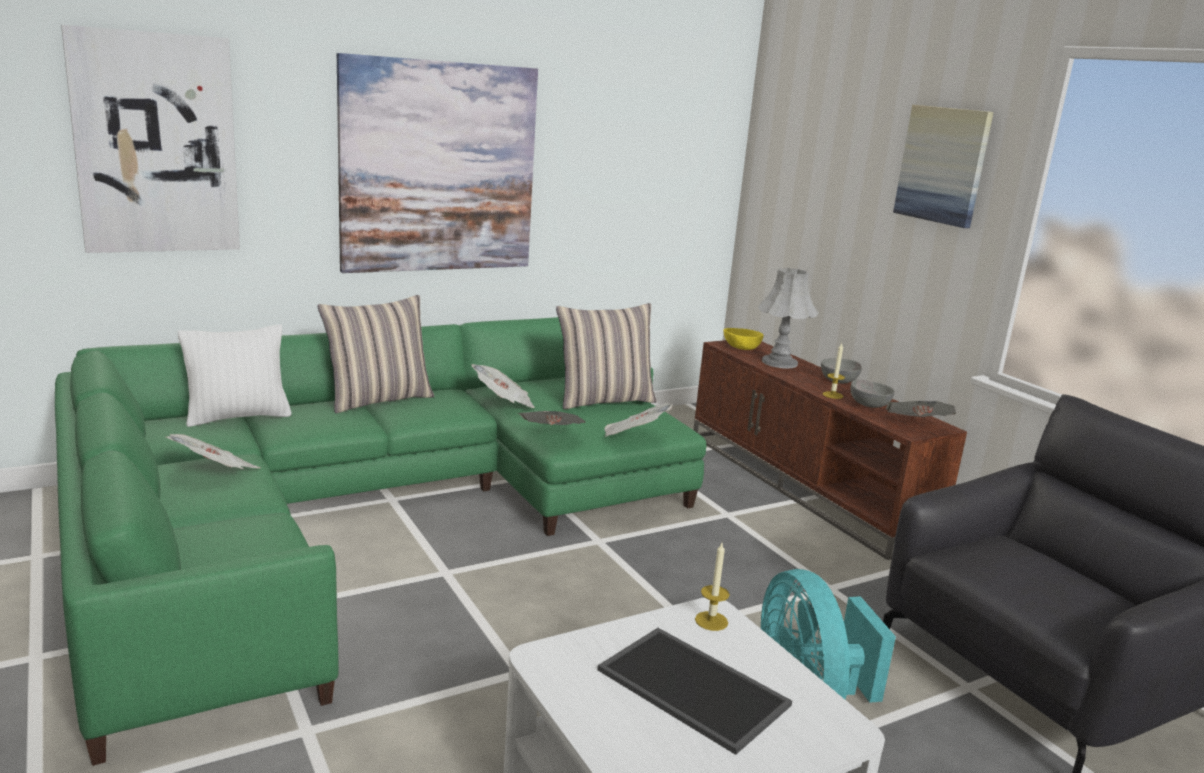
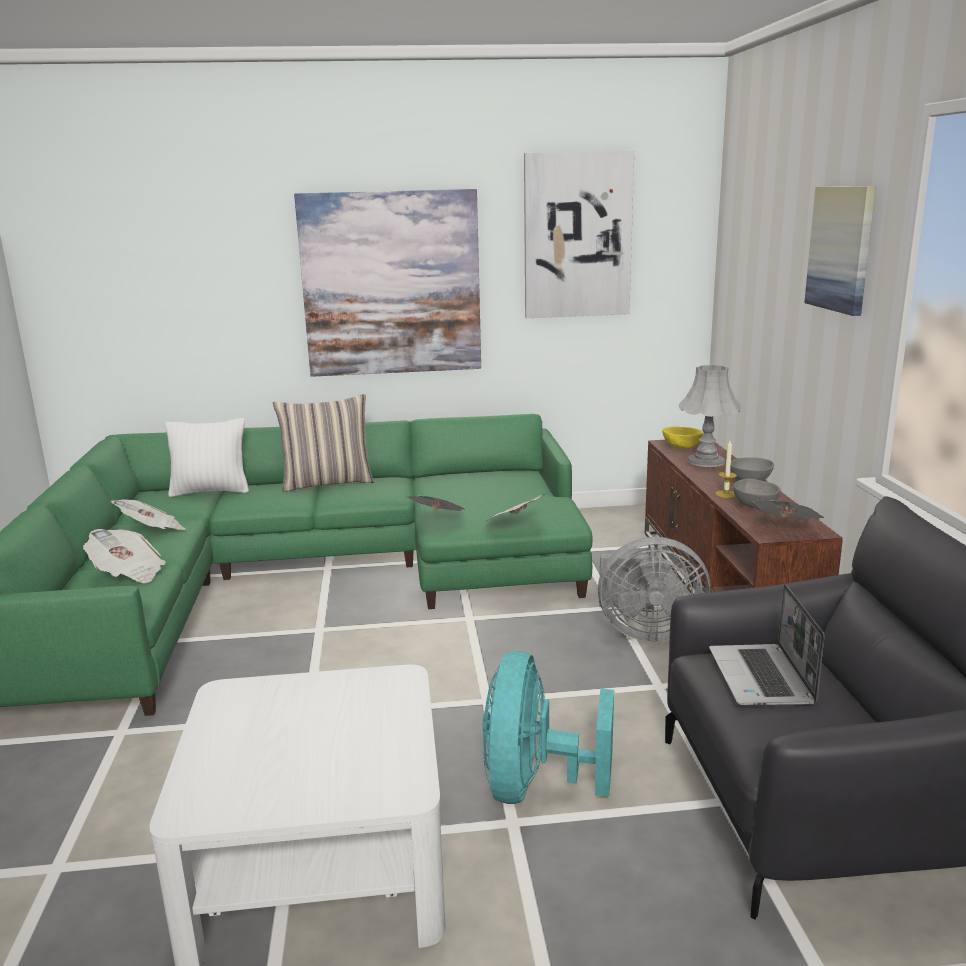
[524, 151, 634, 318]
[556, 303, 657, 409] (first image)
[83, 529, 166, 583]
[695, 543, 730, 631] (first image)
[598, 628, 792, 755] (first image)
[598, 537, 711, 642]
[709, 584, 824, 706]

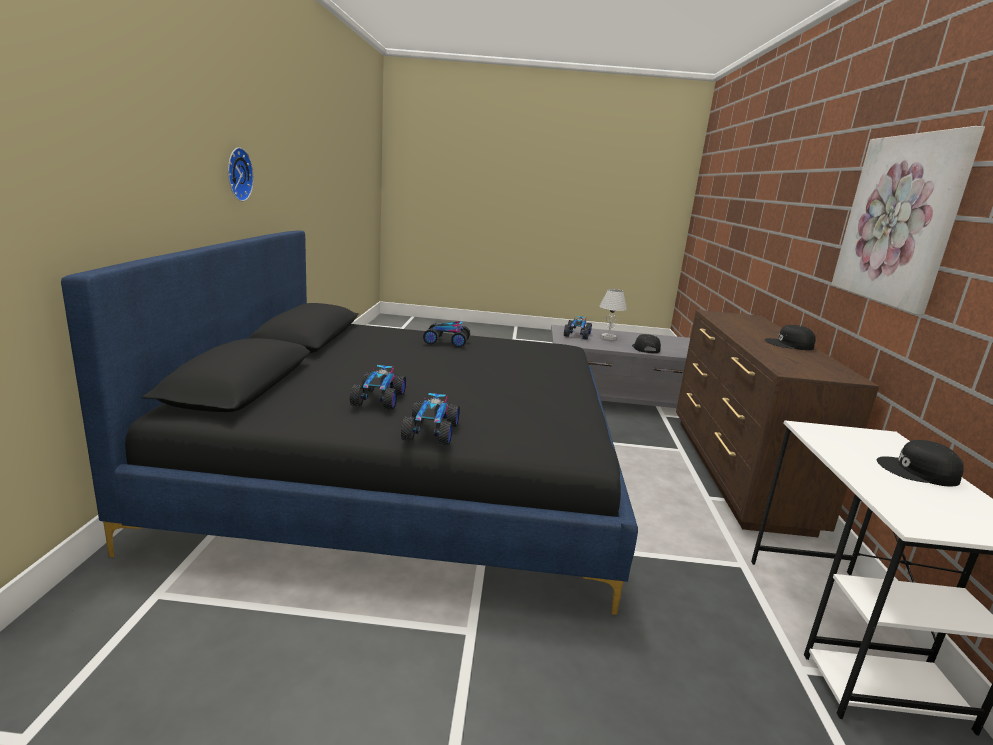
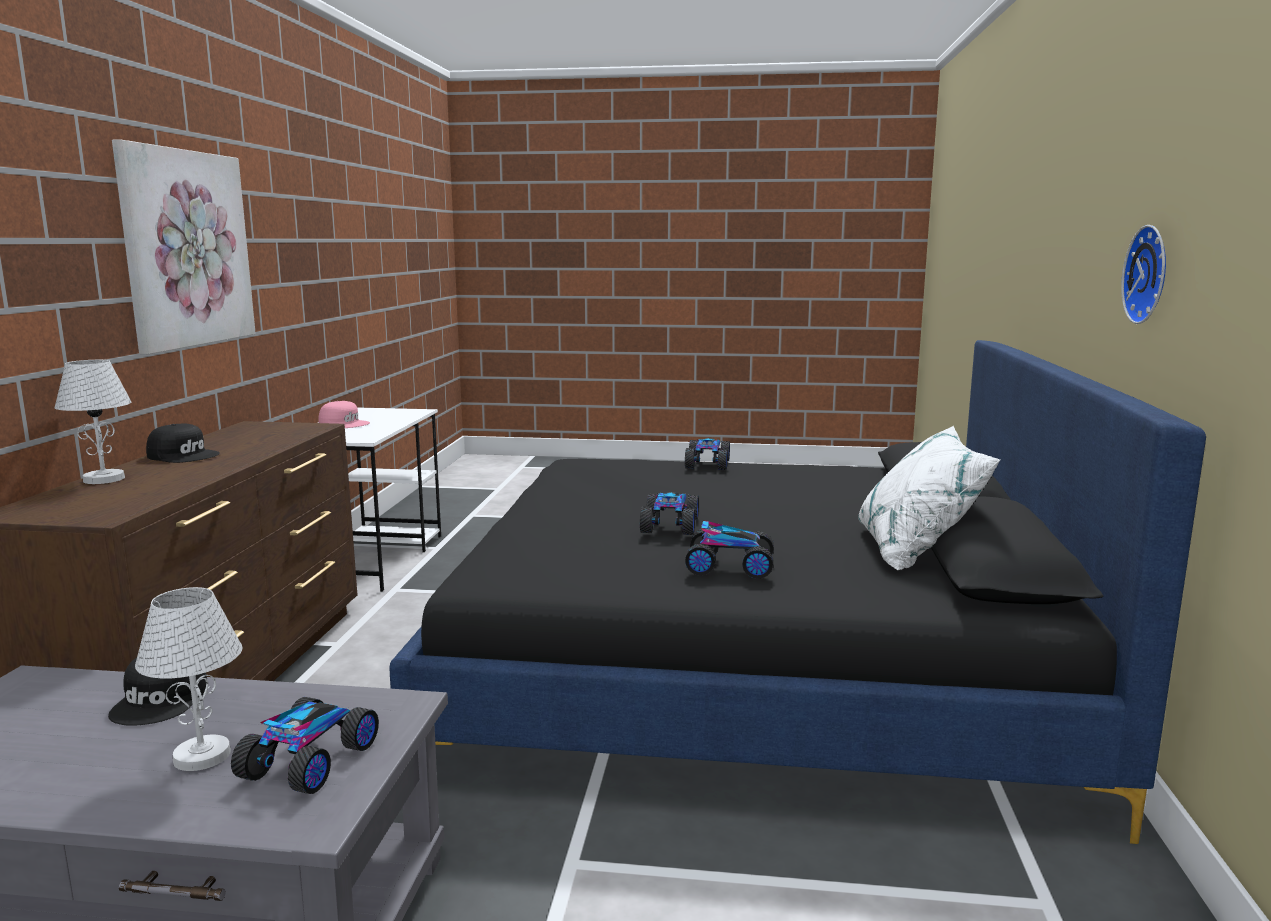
[640, 492, 699, 535]
[318, 401, 370, 428]
[54, 360, 131, 484]
[858, 426, 1000, 571]

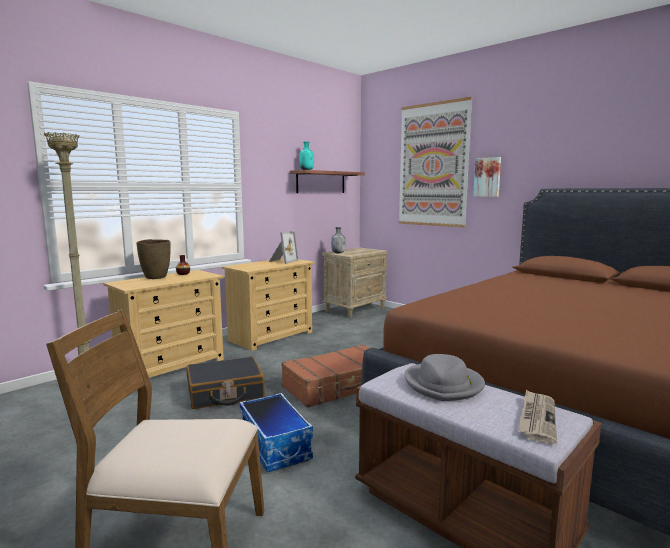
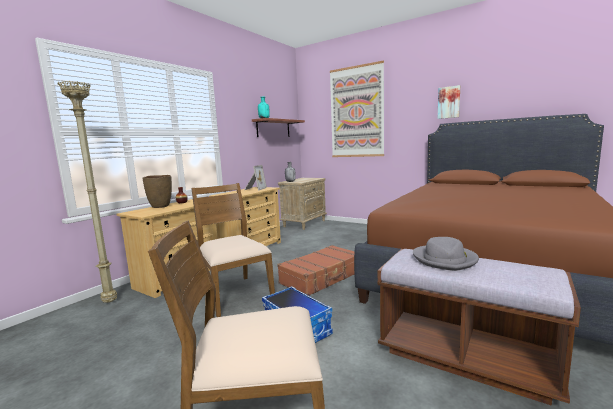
[438, 85, 460, 119]
[191, 183, 275, 317]
[518, 389, 557, 444] (first image)

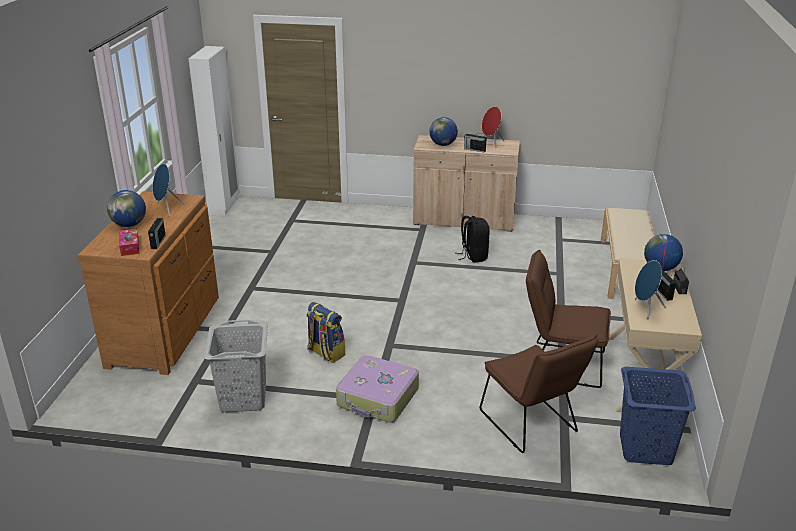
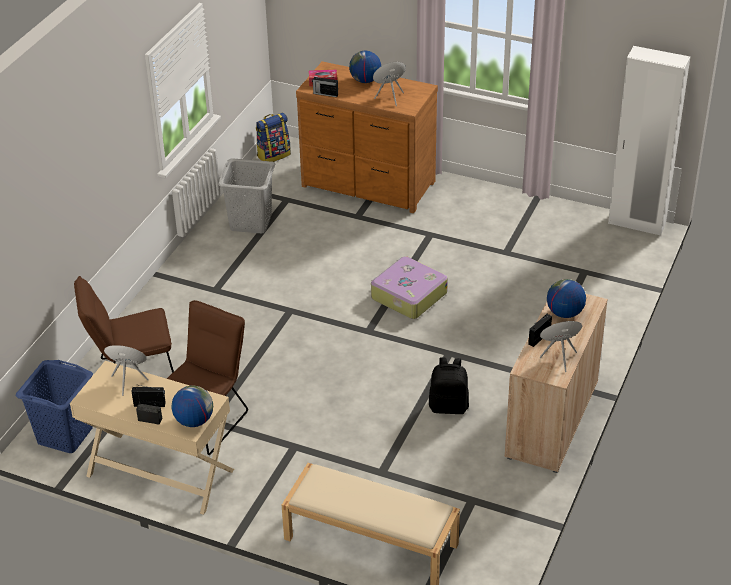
[256, 113, 291, 162]
[371, 256, 448, 319]

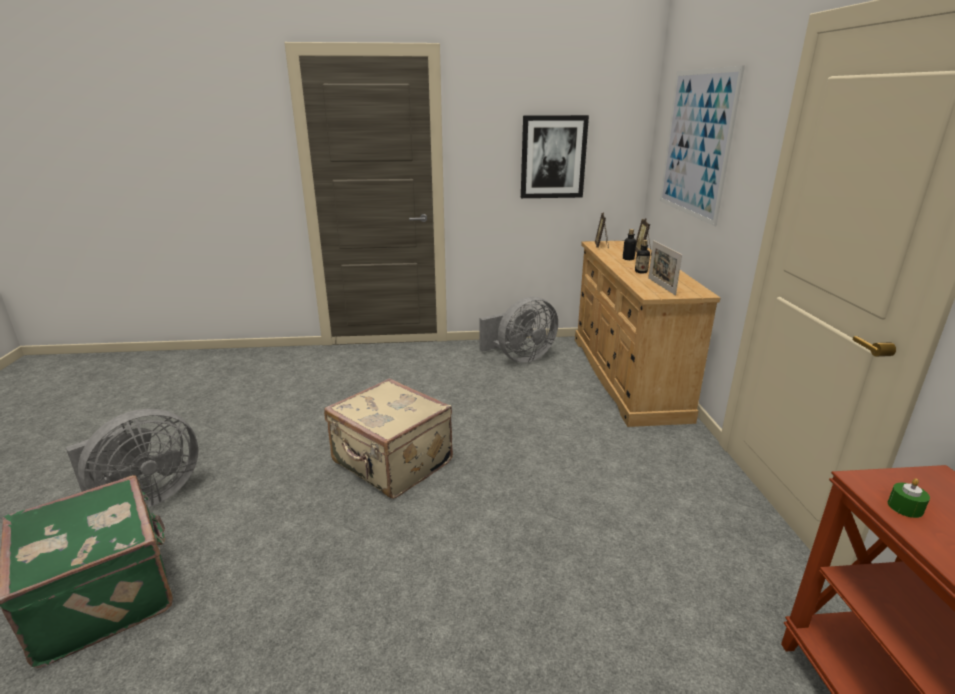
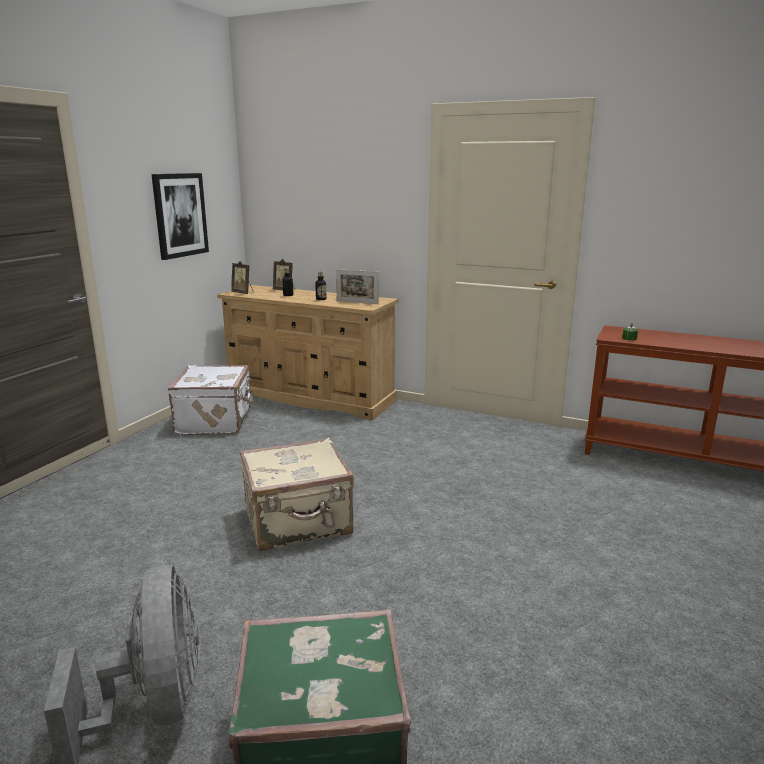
[660, 65, 745, 226] (first image)
[168, 365, 254, 435]

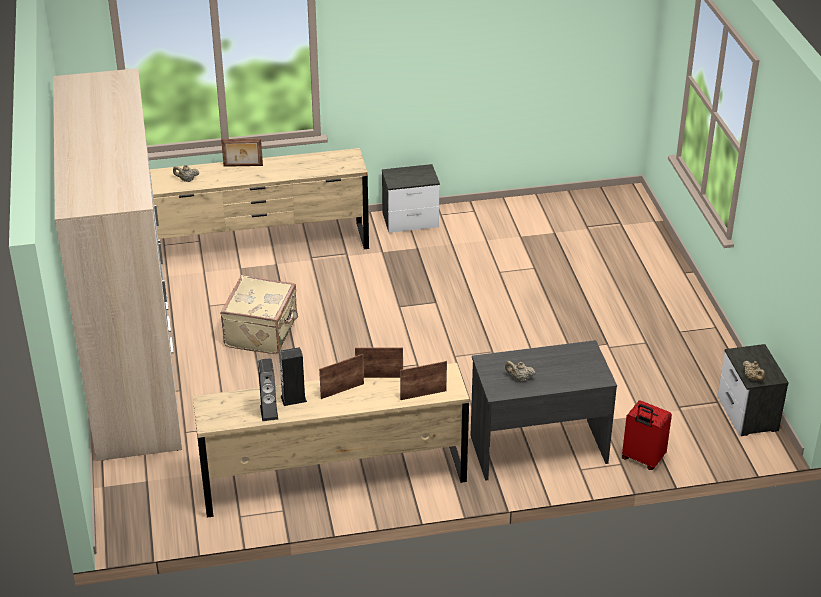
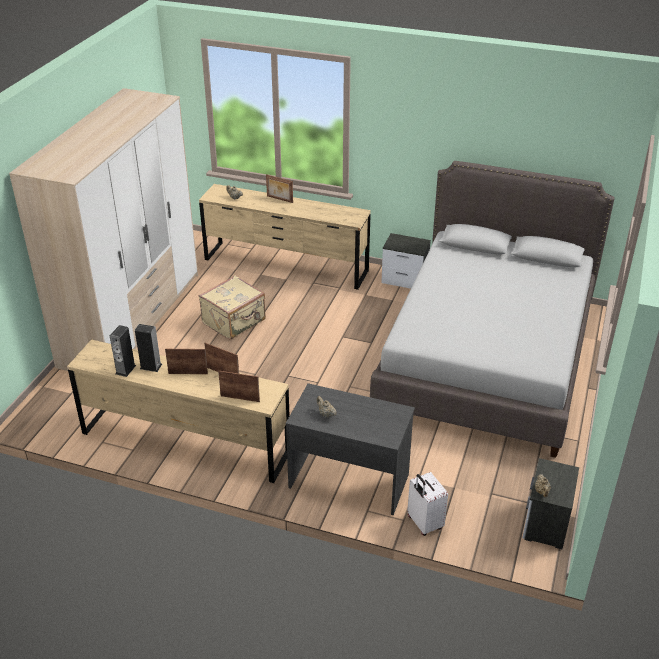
[407, 472, 448, 536]
[370, 161, 615, 458]

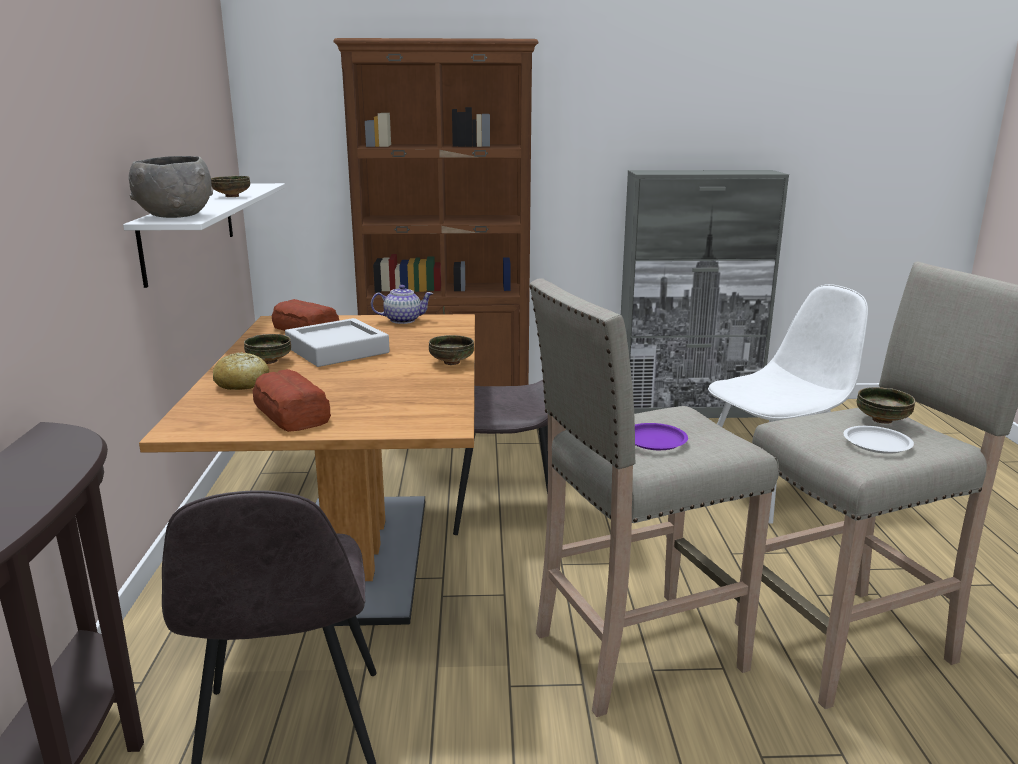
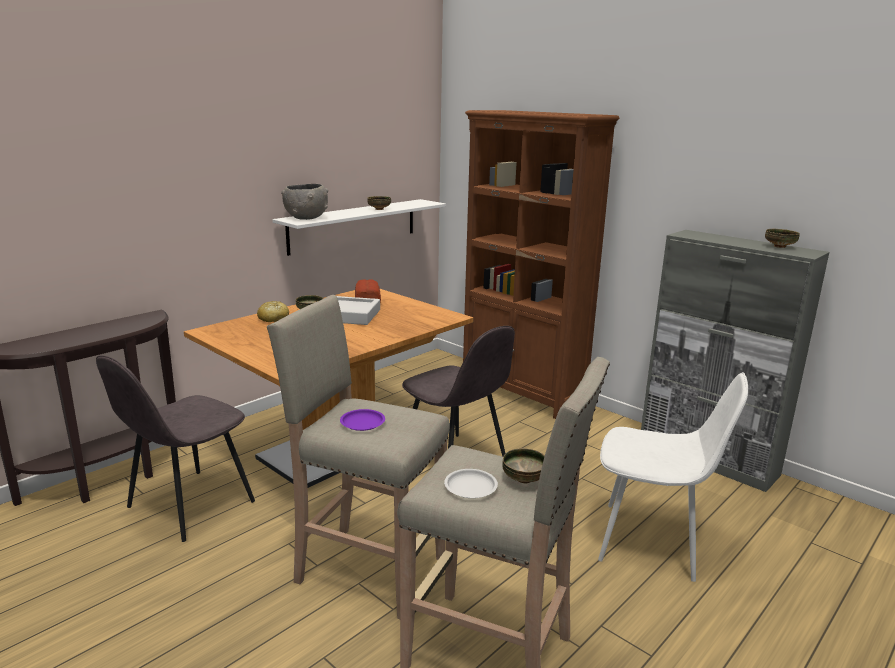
[371, 285, 433, 324] (first image)
[765, 229, 800, 248]
[253, 369, 331, 432] (first image)

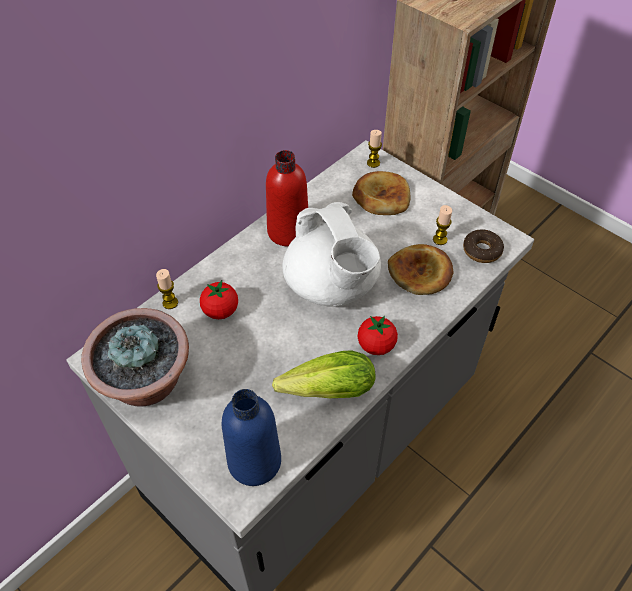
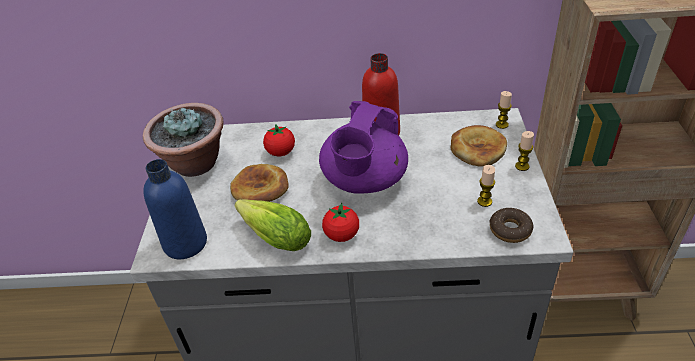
[319, 101, 408, 194]
[230, 164, 289, 202]
[515, 131, 534, 171]

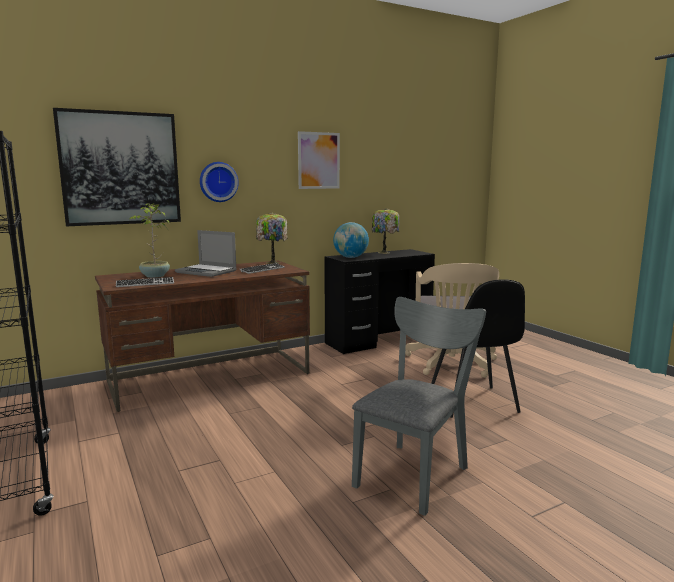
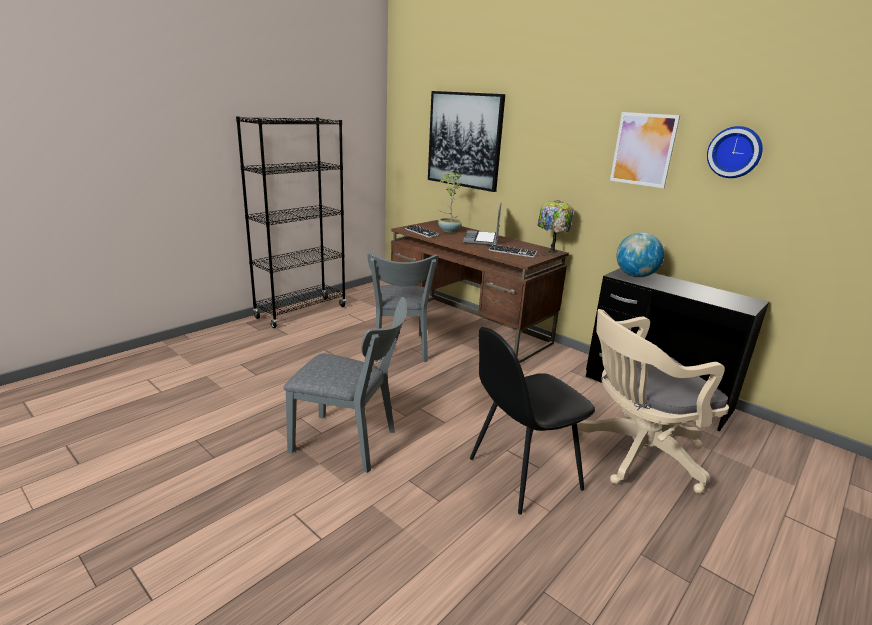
[707, 126, 763, 178]
[372, 208, 399, 254] (first image)
[368, 253, 439, 362]

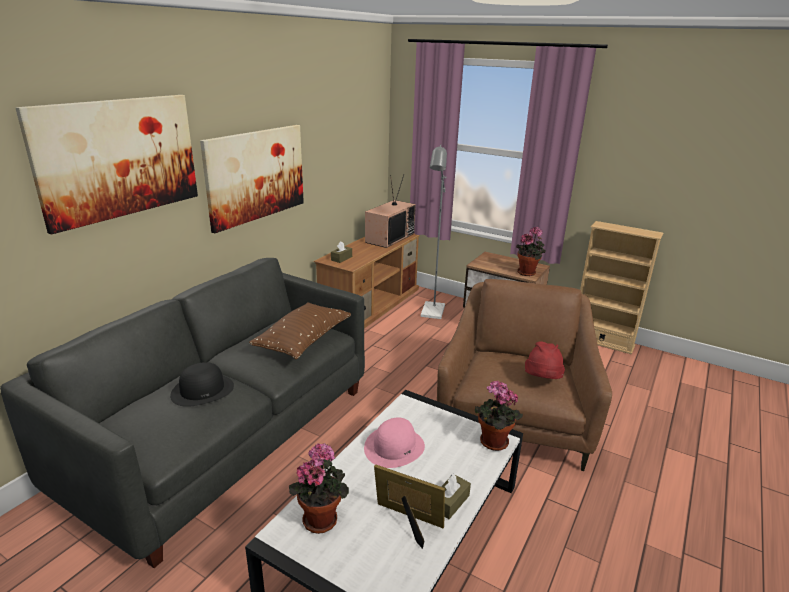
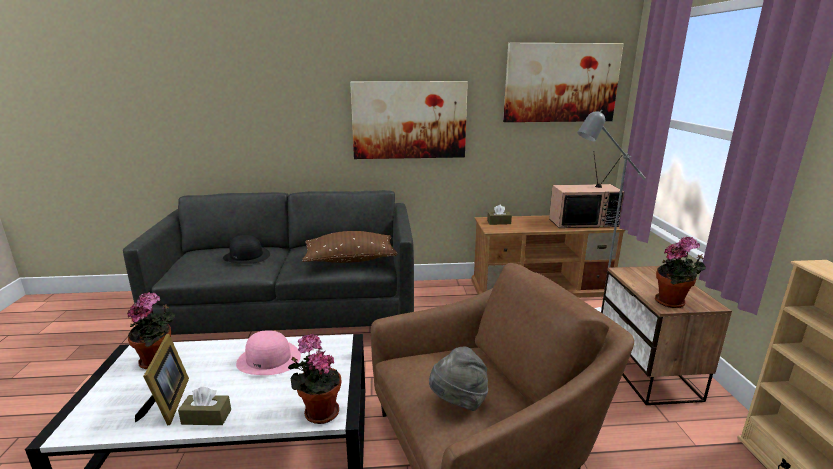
[503, 43, 624, 122]
[429, 346, 488, 411]

